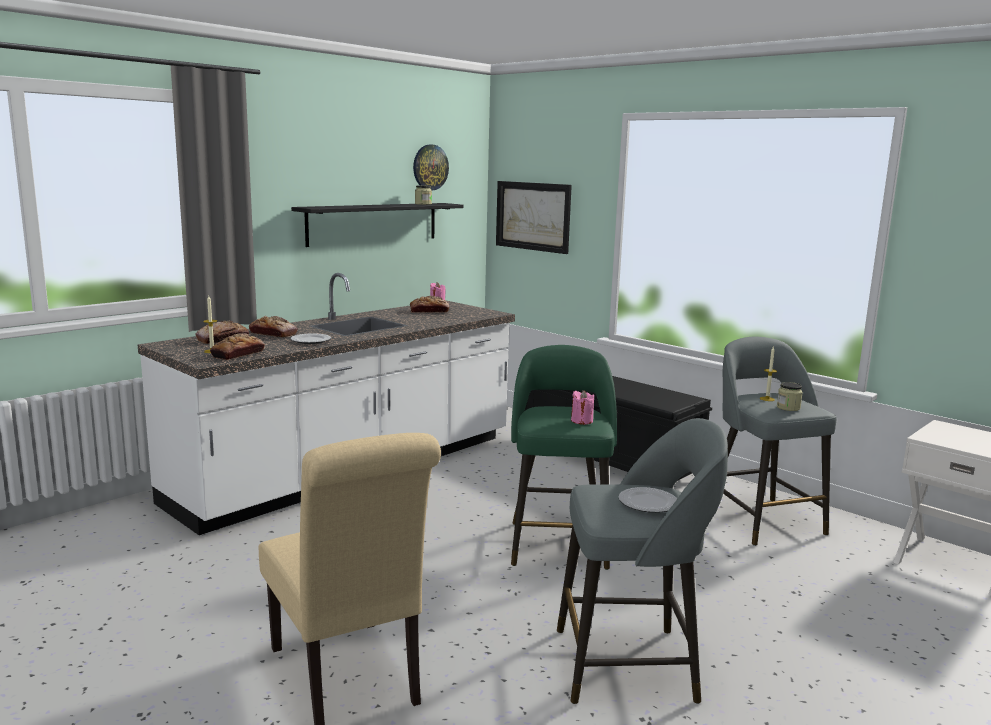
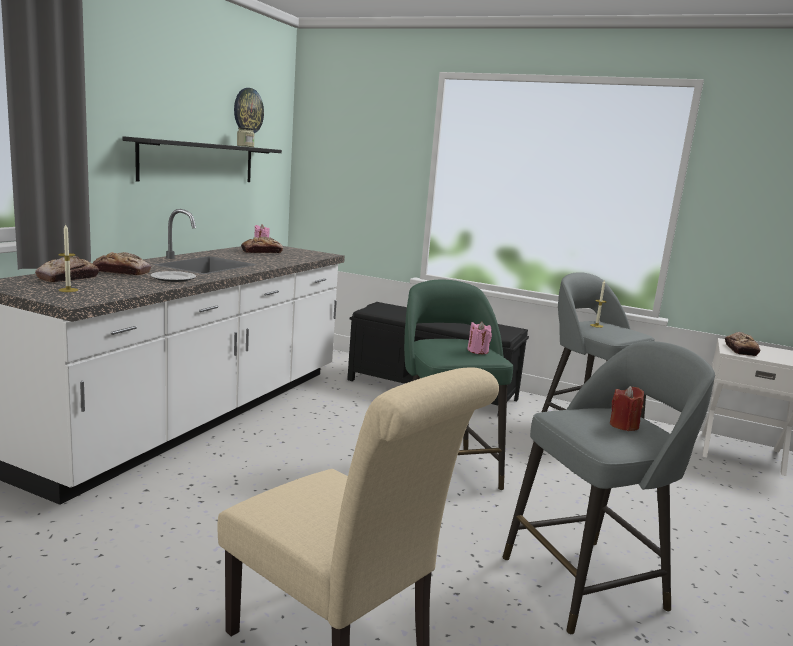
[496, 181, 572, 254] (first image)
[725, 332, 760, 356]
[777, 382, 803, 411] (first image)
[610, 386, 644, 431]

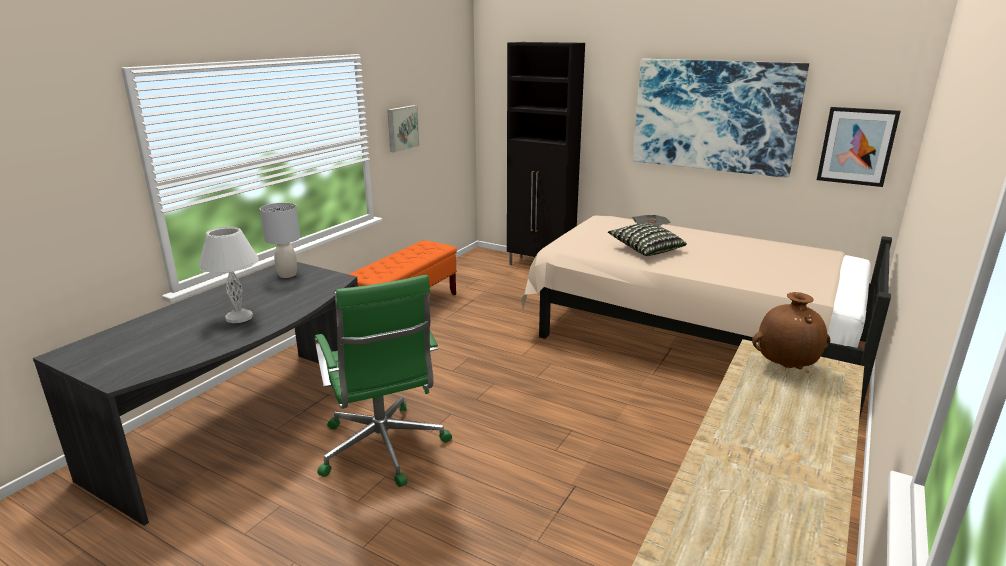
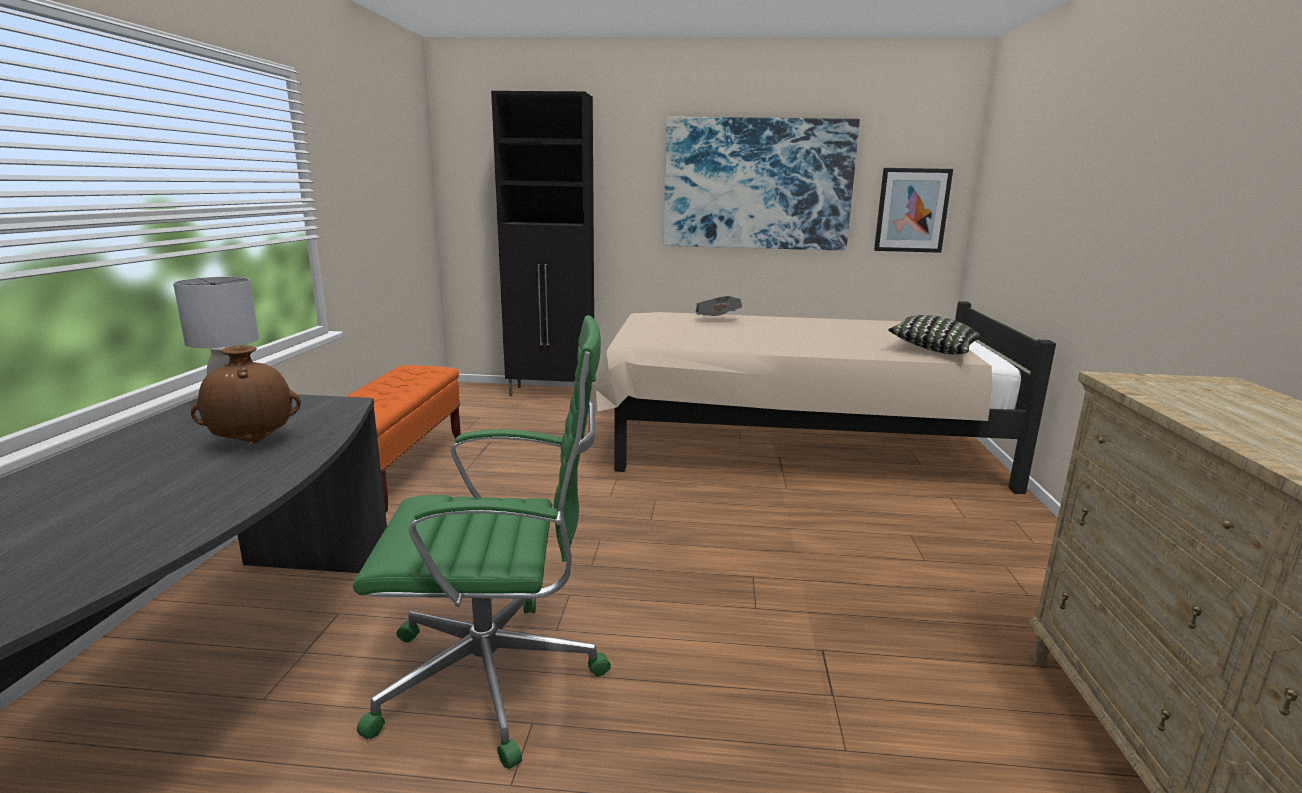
[387, 105, 420, 153] (first image)
[888, 315, 980, 355]
[199, 226, 259, 323] (first image)
[353, 315, 611, 769]
[191, 345, 301, 444]

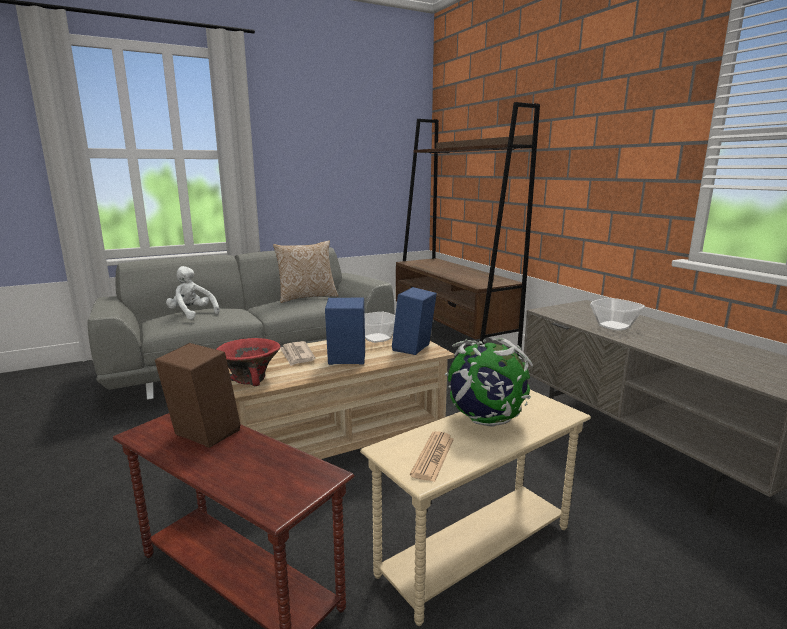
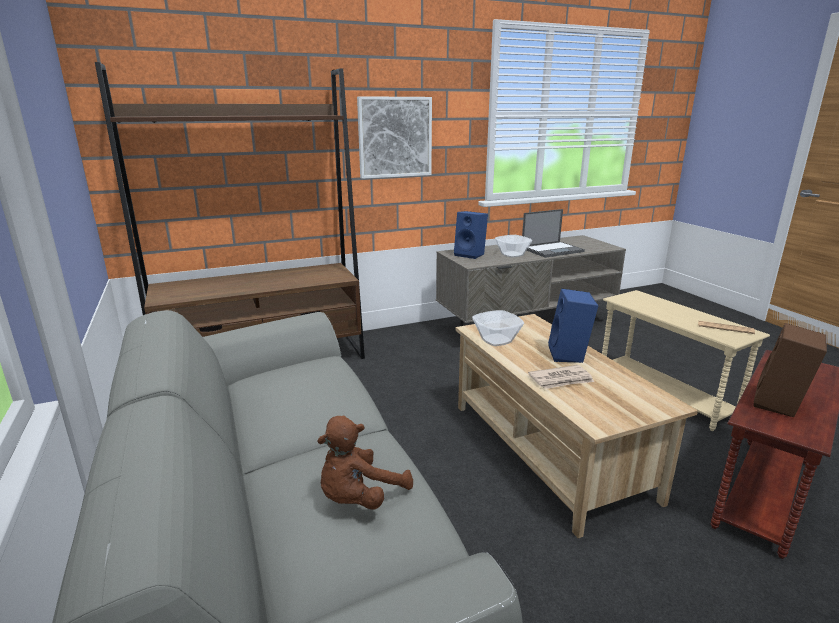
[273, 240, 339, 303] (first image)
[317, 415, 413, 510]
[454, 211, 488, 259]
[216, 338, 280, 386] (first image)
[445, 338, 533, 427] (first image)
[357, 96, 432, 179]
[522, 209, 585, 258]

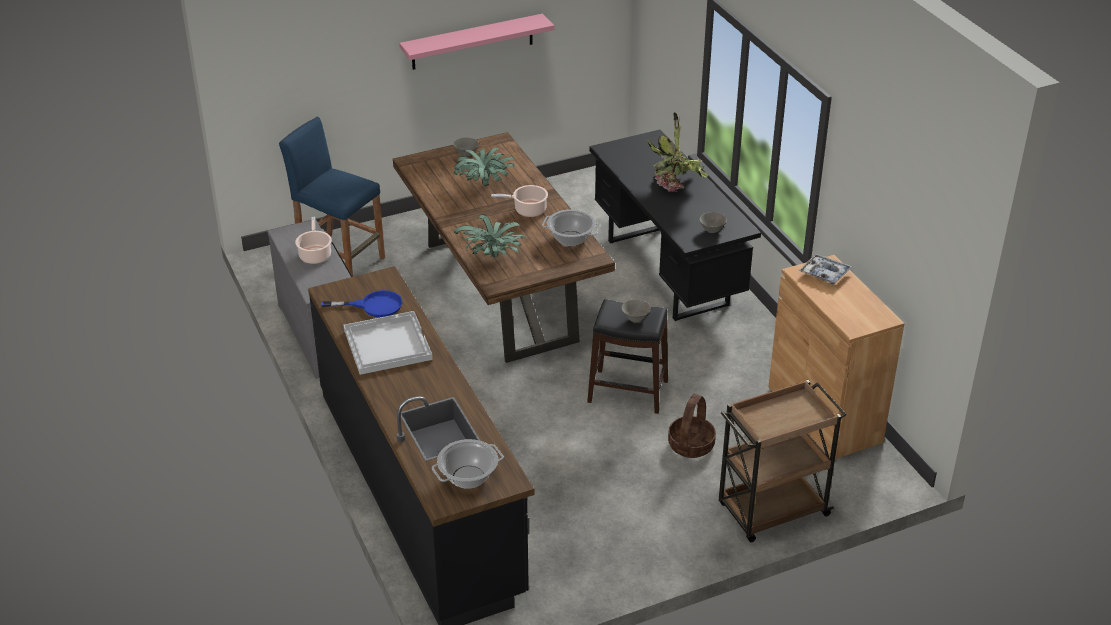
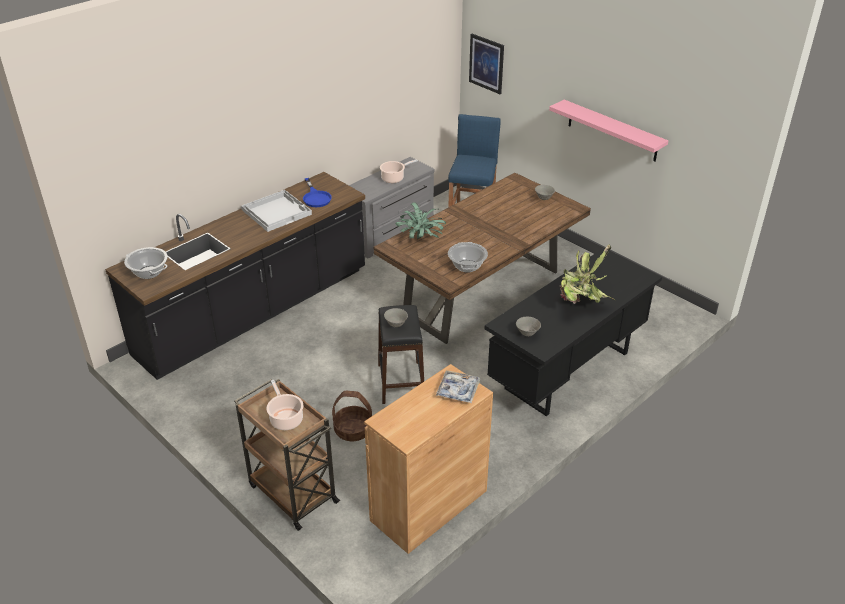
[453, 148, 515, 186] (first image)
[267, 380, 303, 430]
[469, 34, 504, 94]

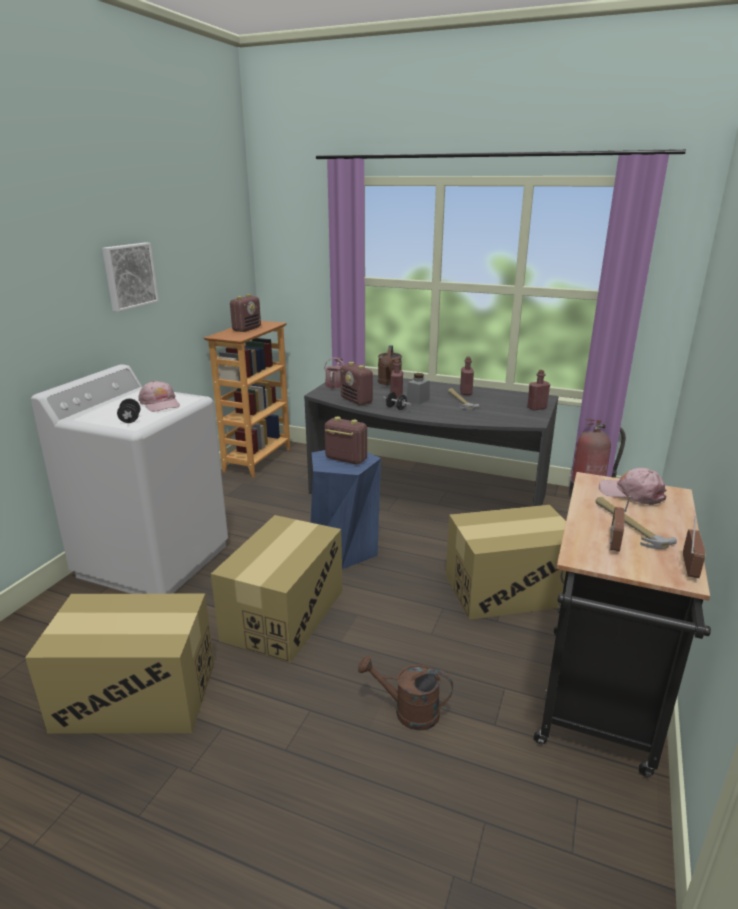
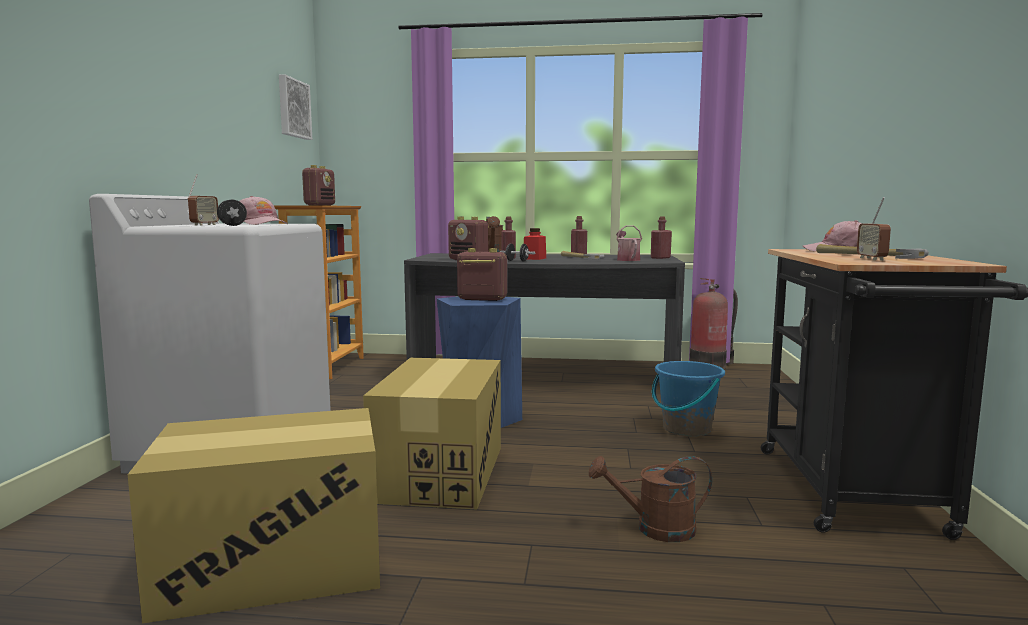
[279, 74, 312, 140]
[616, 225, 642, 261]
[524, 228, 546, 260]
[652, 361, 725, 437]
[187, 174, 219, 226]

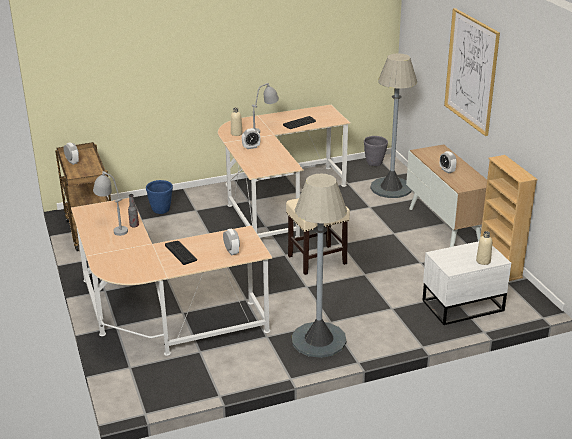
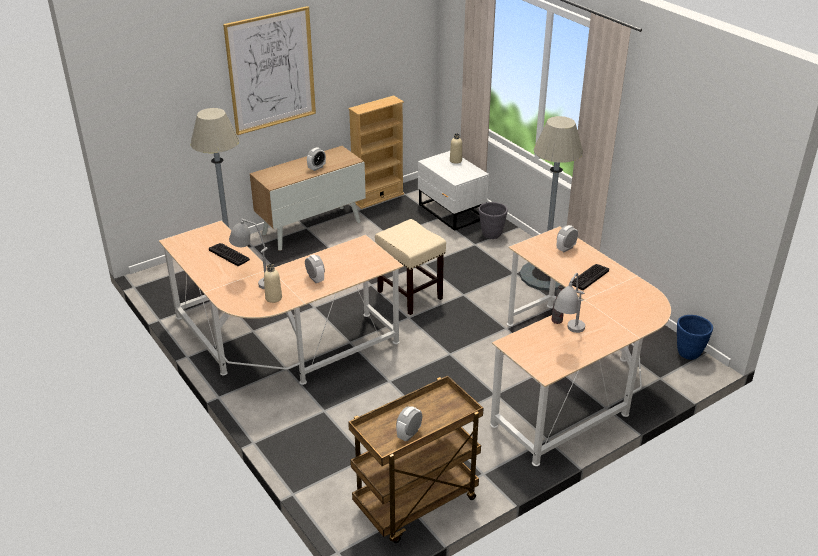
[479, 202, 508, 239]
[677, 315, 713, 360]

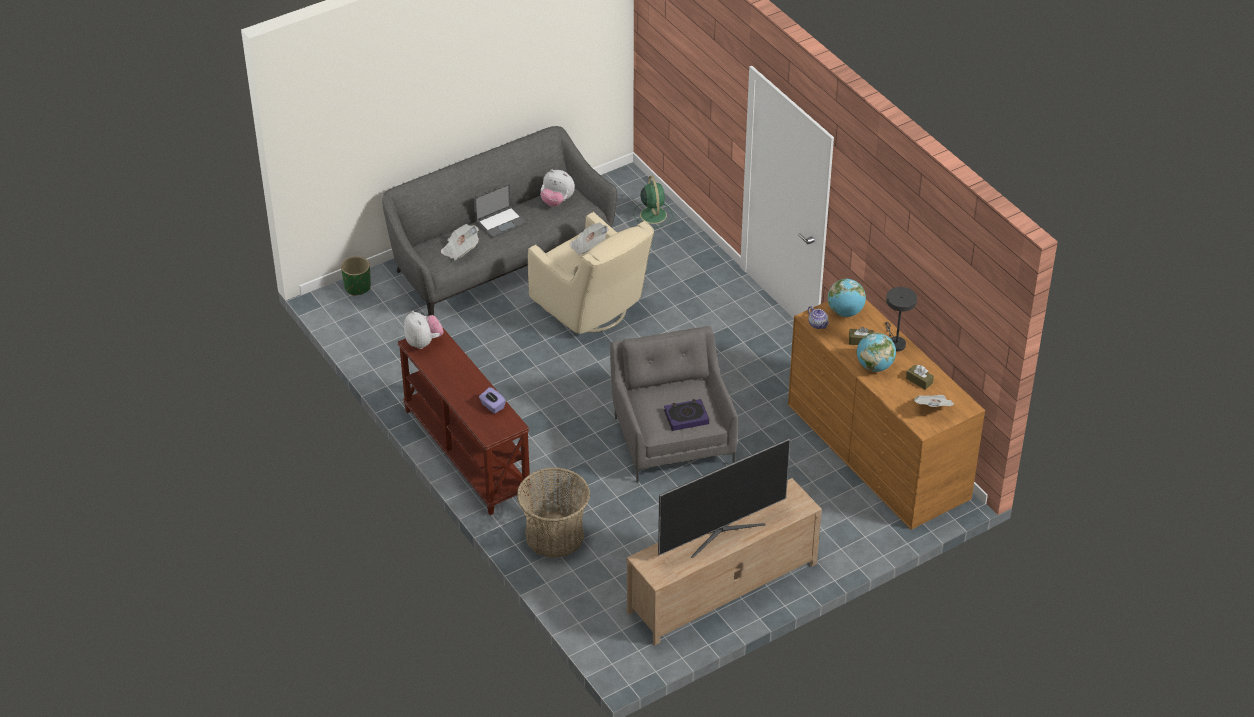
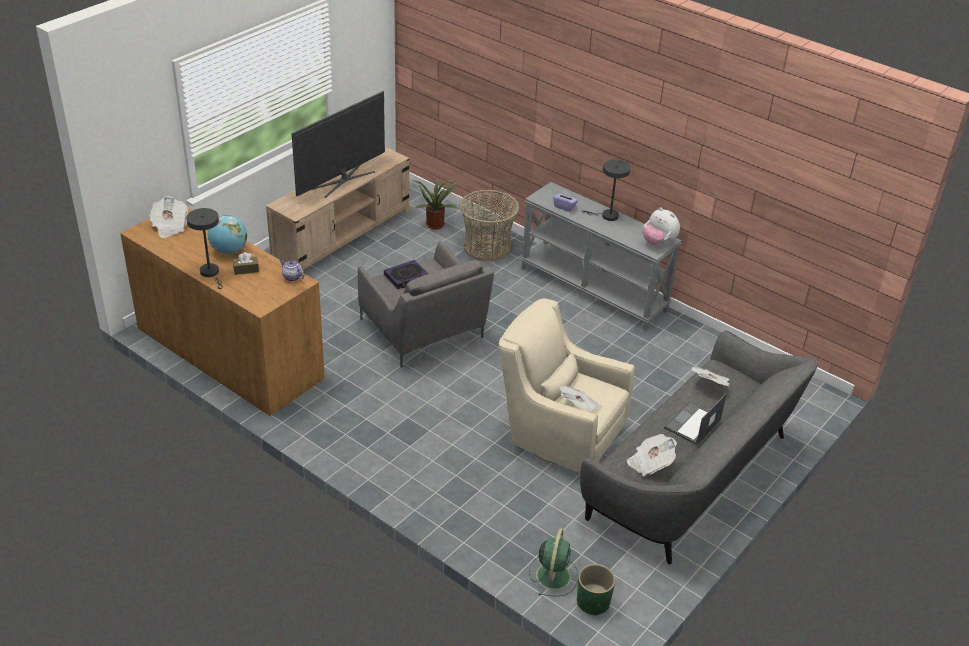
[627, 434, 677, 476]
[529, 528, 578, 597]
[577, 564, 615, 616]
[828, 279, 866, 317] (first image)
[521, 182, 682, 331]
[906, 365, 934, 390] (first image)
[581, 159, 630, 221]
[410, 177, 458, 229]

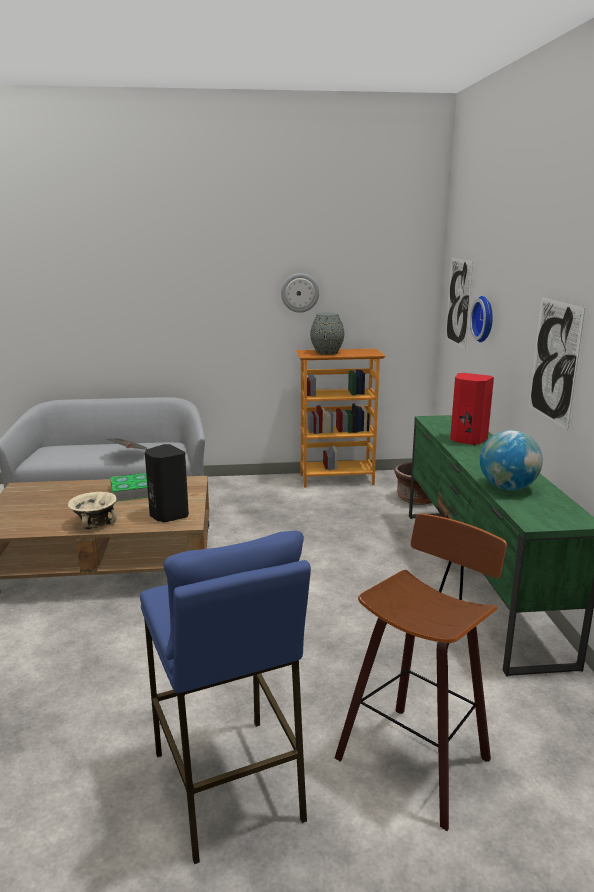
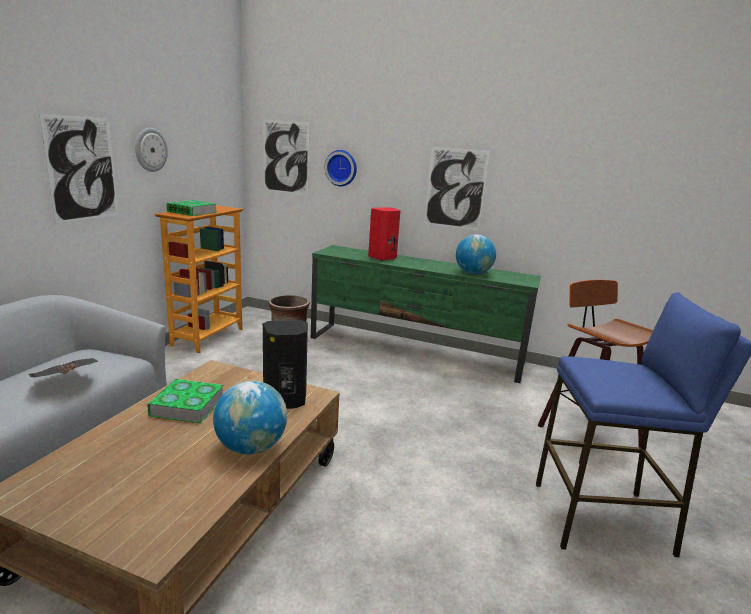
[166, 200, 217, 216]
[213, 381, 287, 454]
[39, 114, 118, 224]

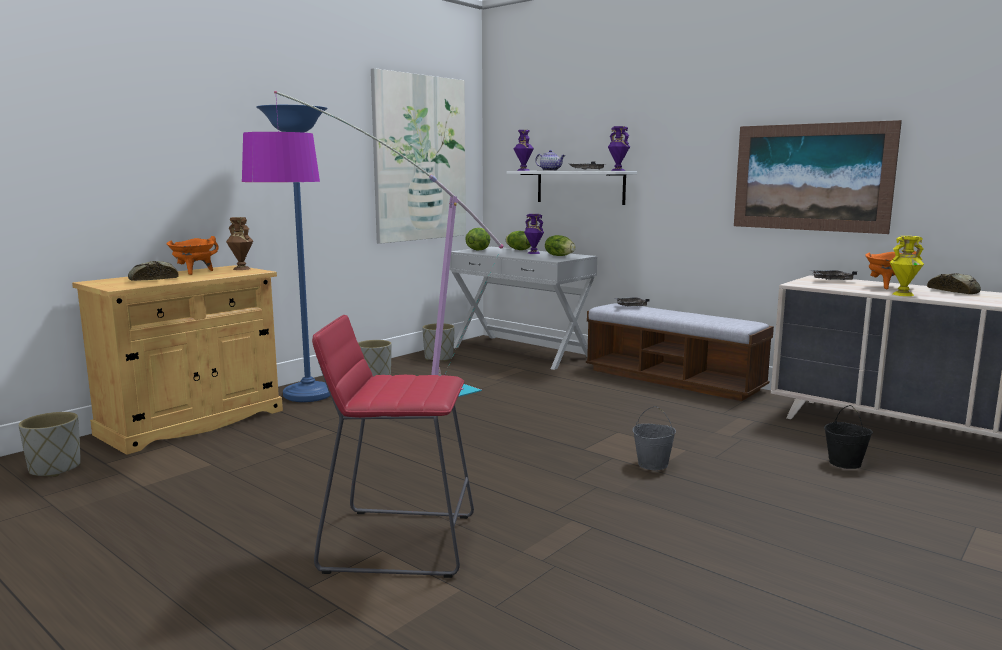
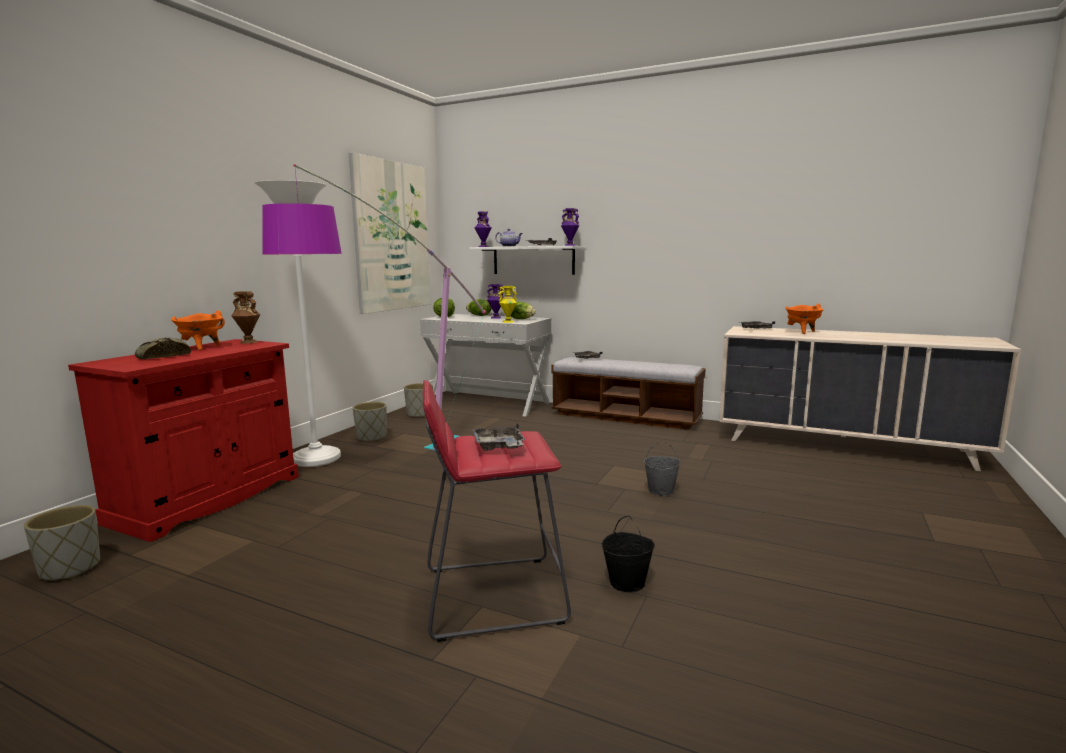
[255, 180, 341, 467]
[734, 120, 902, 234] (first image)
[499, 286, 517, 323]
[68, 339, 299, 542]
[927, 273, 981, 294] (first image)
[602, 516, 655, 592]
[472, 423, 525, 451]

